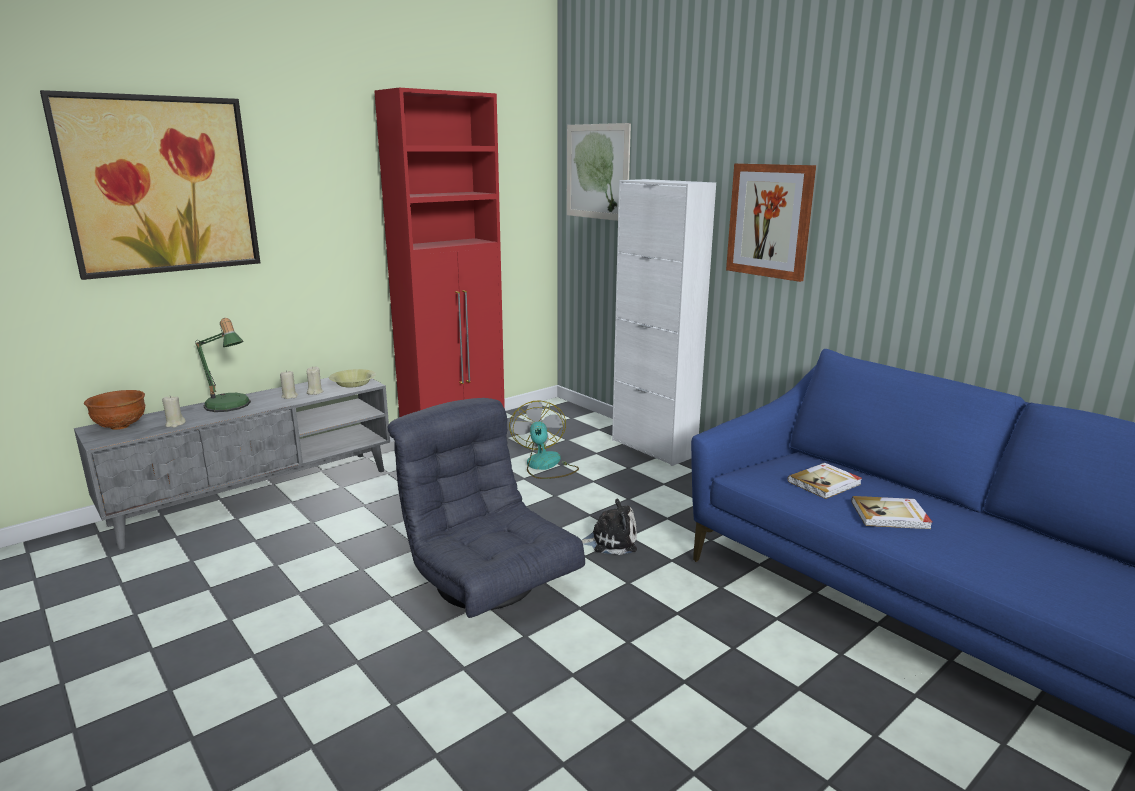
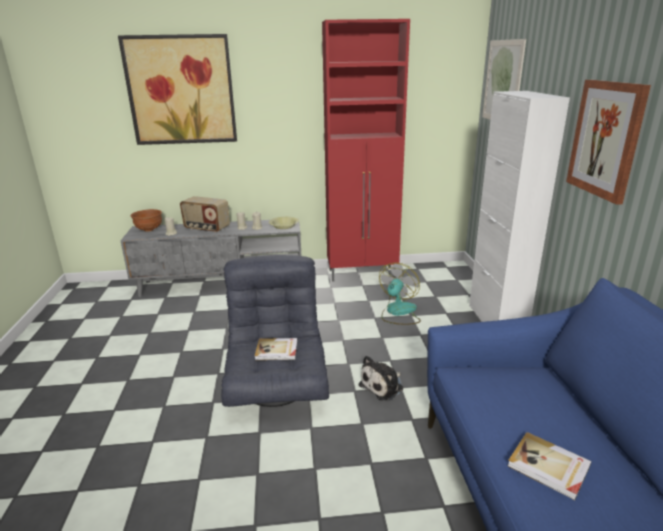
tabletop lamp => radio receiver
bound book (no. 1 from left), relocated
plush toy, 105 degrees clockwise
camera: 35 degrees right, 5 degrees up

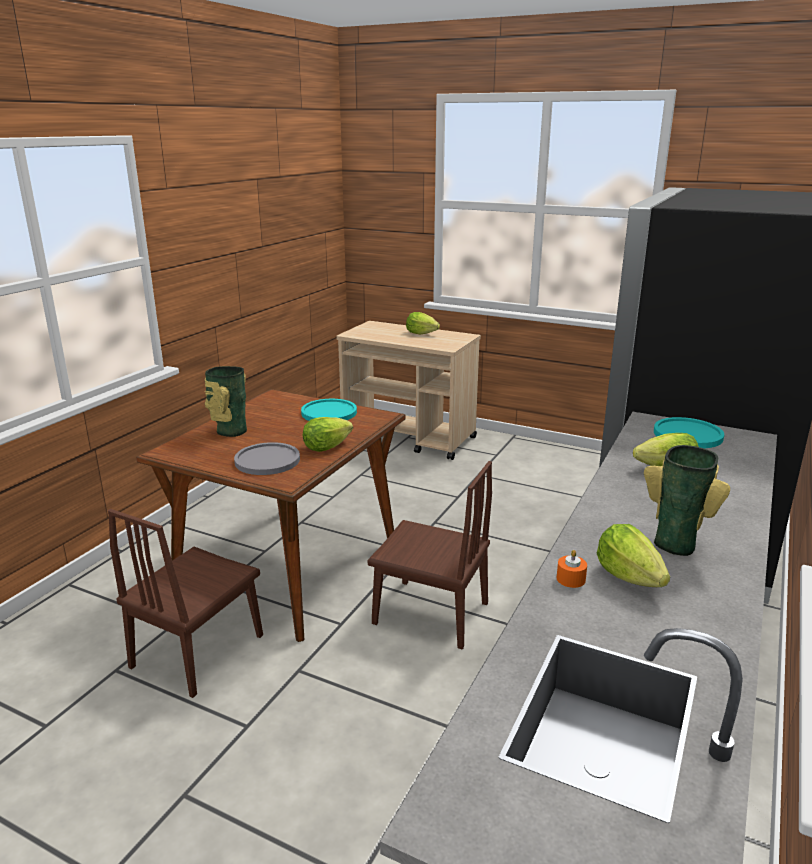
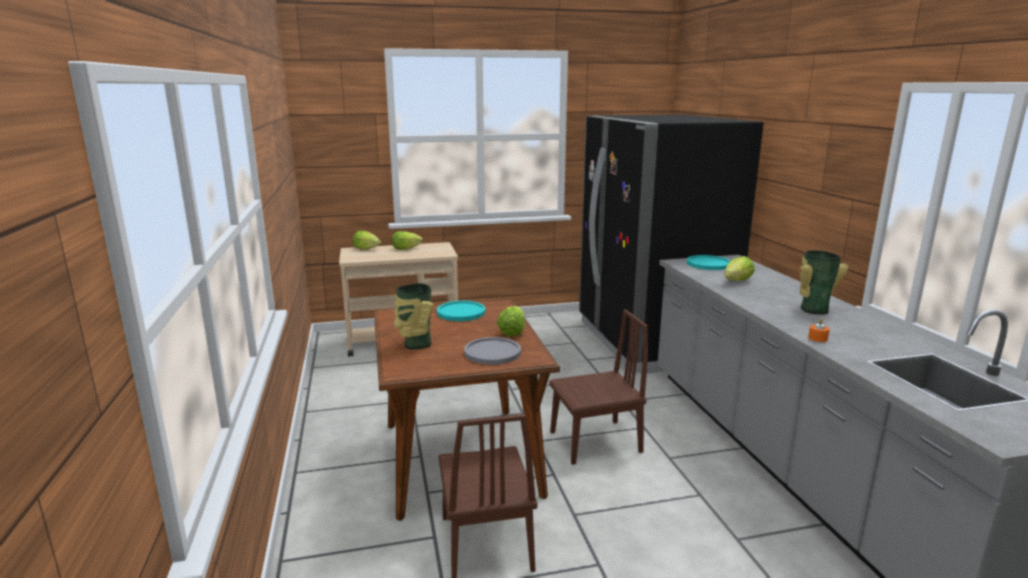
head of lettuce (no. 3 from left in the first image) => head of lettuce (no. 1 from left), relocated
camera: 40 degrees left, 5 degrees down

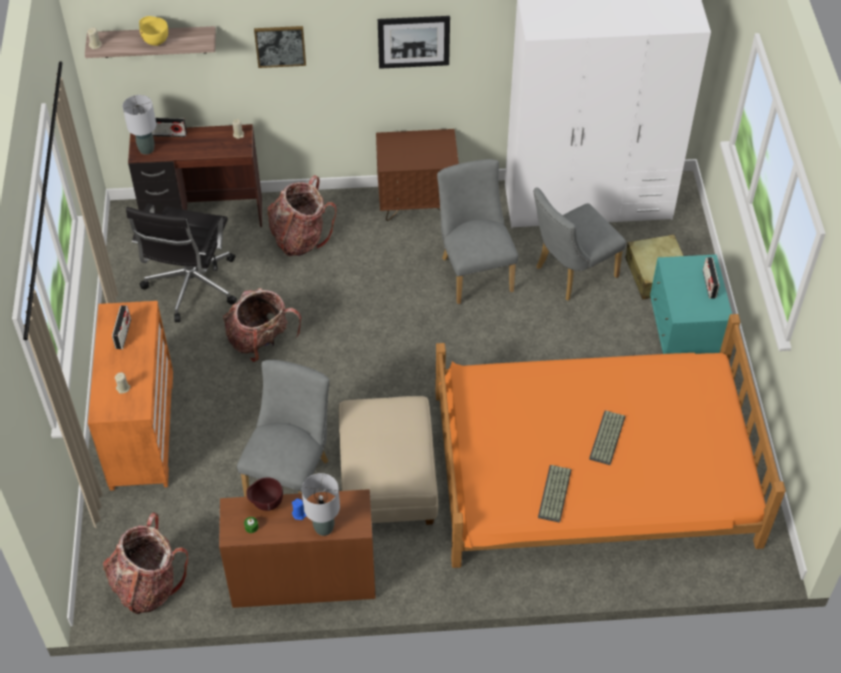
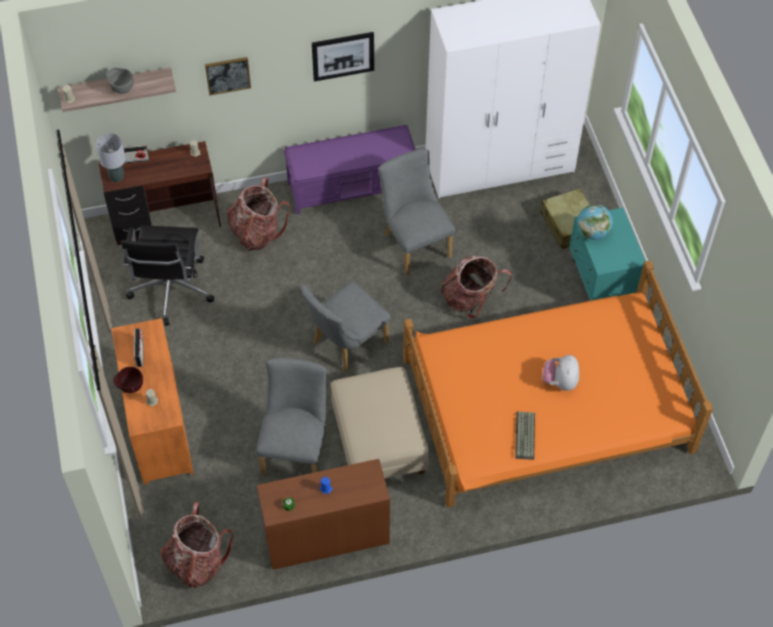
yellowish serving bowl => gray serving bowl
brownish serving bowl, relocated
brownish bedside table => purple bench
gray chair (no. 3 from left in the first image) => gray chair (no. 2 from left), relocated
knapsack (no. 2 from left in the first image) => knapsack (no. 3 from left), relocated
computer keyboard (no. 2 from left) => plush toy
nothing => globe
gray tabletop lamp (no. 2 from left) => nothing
radio receiver (no. 3 from left) => nothing
camera: 10 degrees left, 5 degrees up

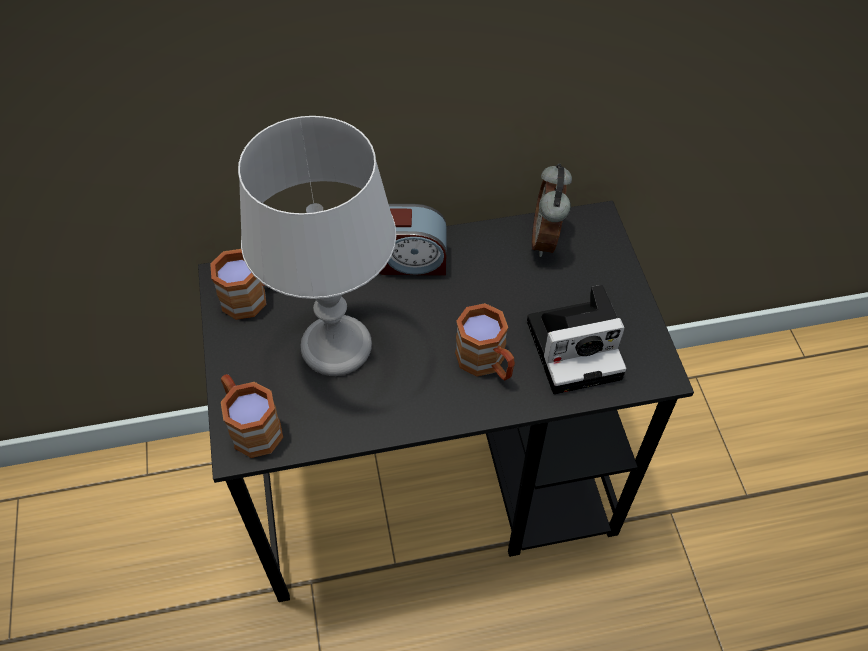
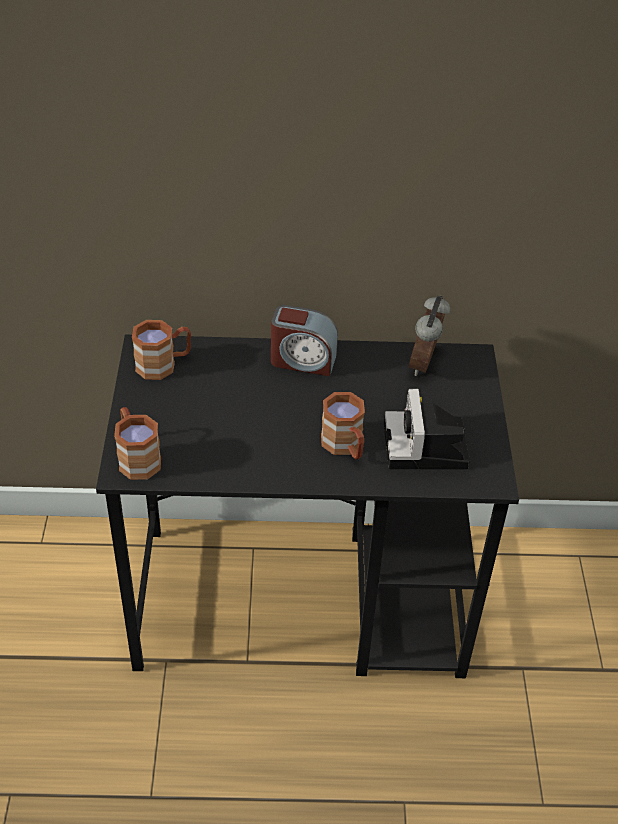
photo camera, 90 degrees clockwise
gray tabletop lamp => nothing
camera: 10 degrees right, 10 degrees down

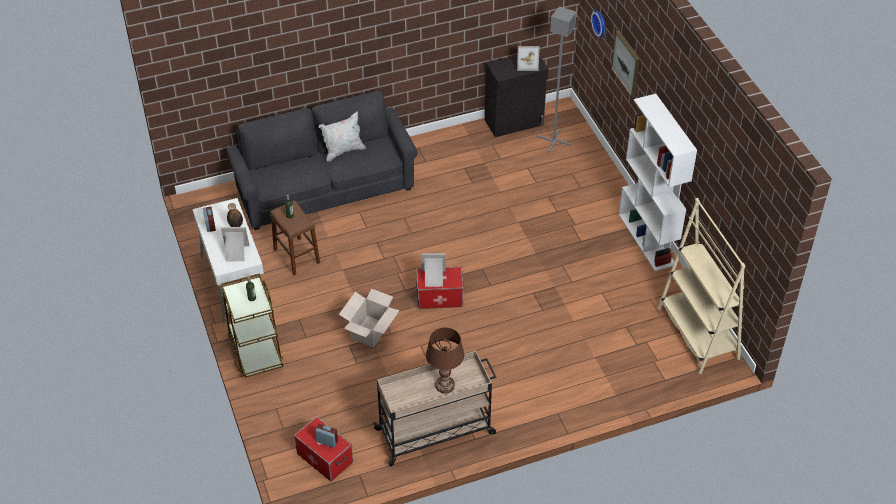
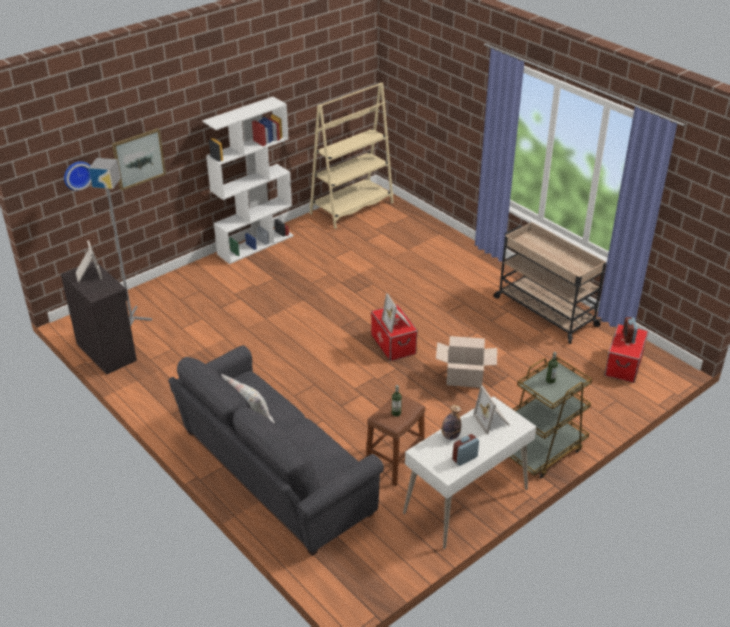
brownish tabletop lamp => nothing
camera: 110 degrees left, 10 degrees down

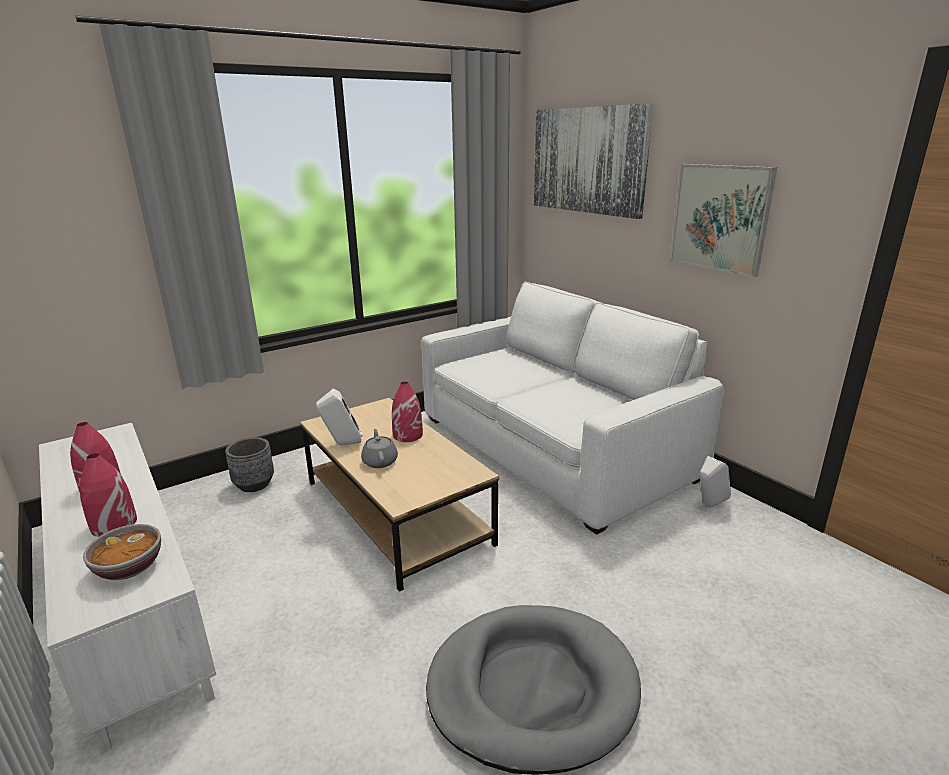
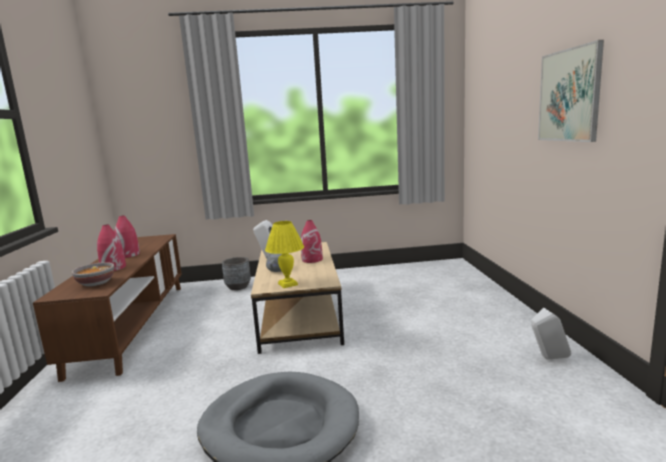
white-coloured tv unit => brownish tv unit
nothing => yellowish tabletop lamp
white-coloured couch => nothing
picture (no. 1 from left) => nothing
camera: 30 degrees right, 10 degrees down

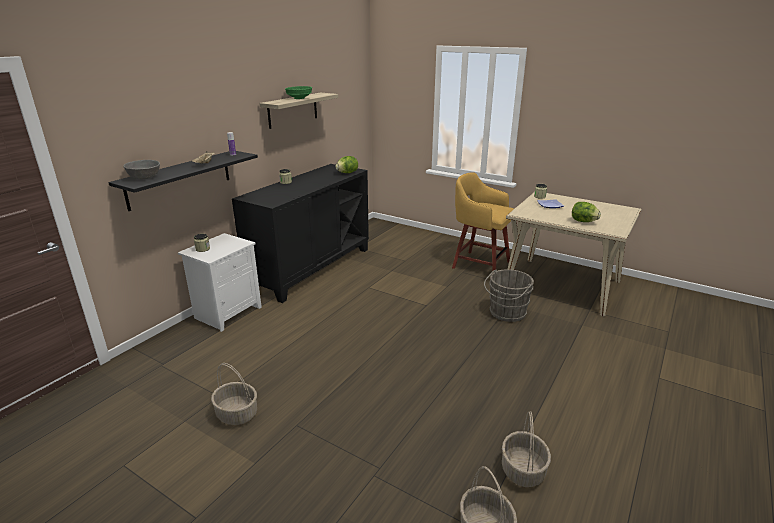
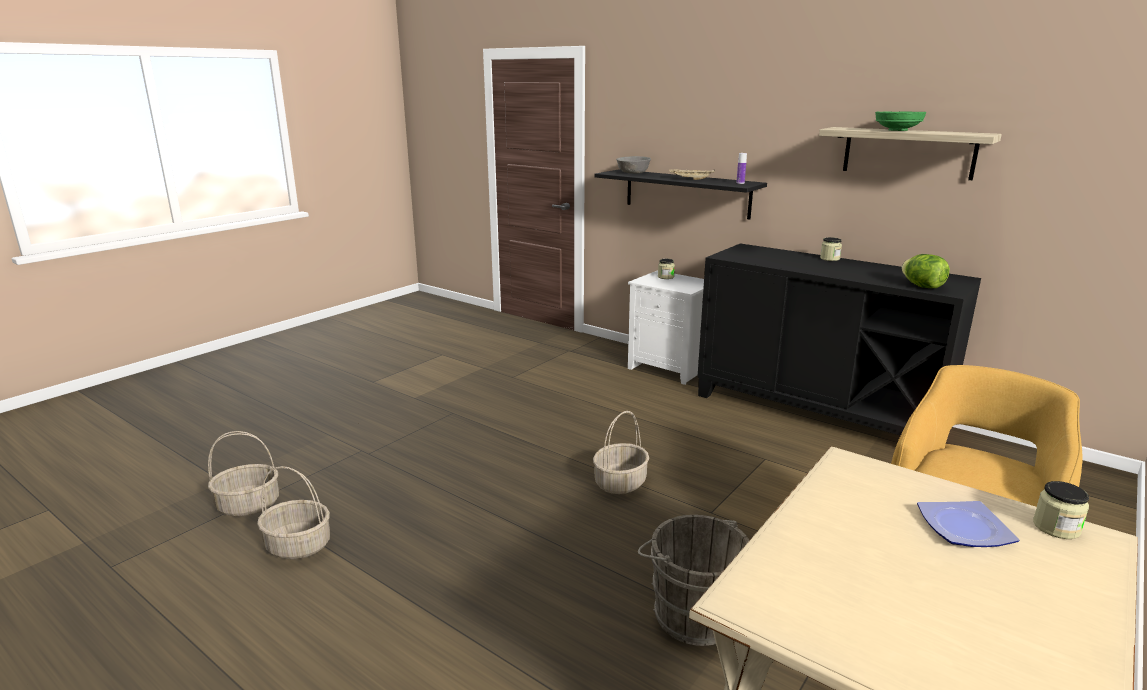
household basket (no. 1 from left in the first image) => household basket (no. 3 from left), relocated
head of lettuce (no. 2 from left) => nothing
camera: 95 degrees right, 5 degrees down

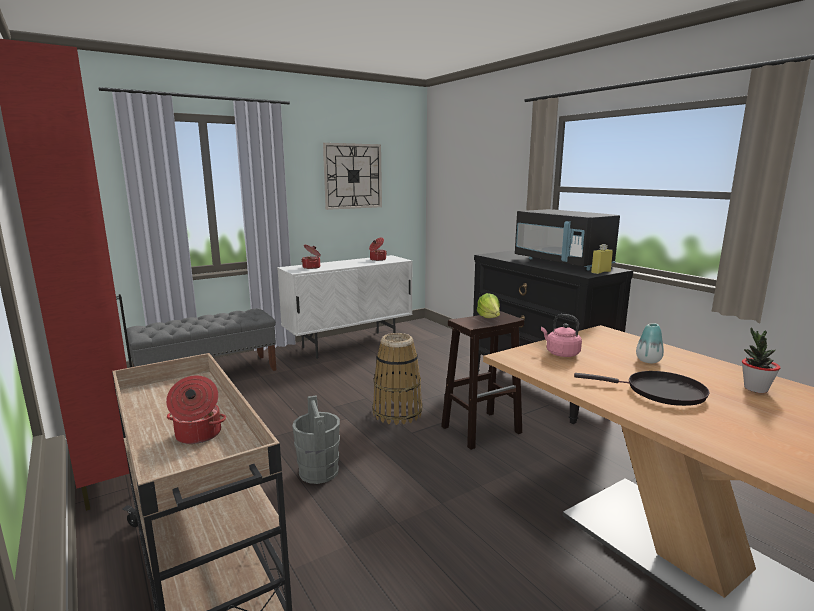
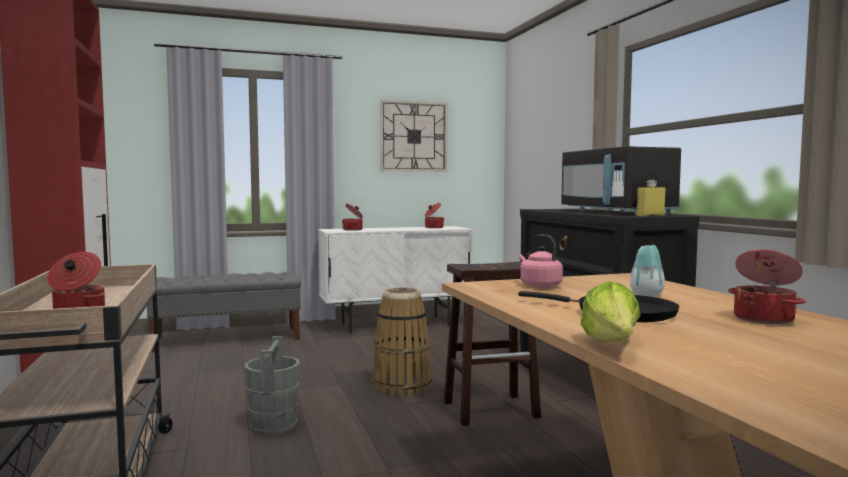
head of lettuce, relocated
potted plant => stockpot (no. 4 from left)
camera: 15 degrees right, 10 degrees down

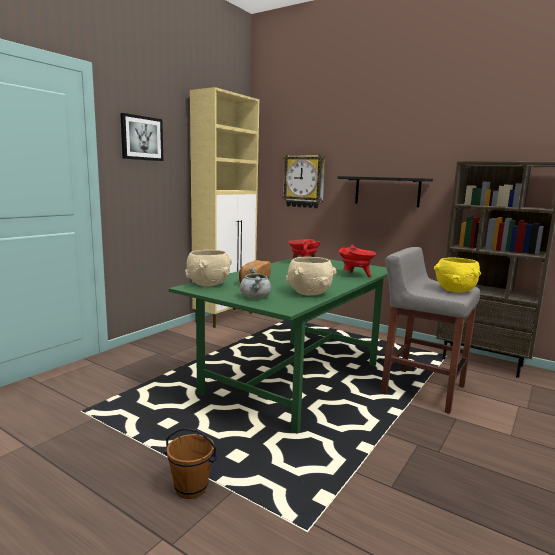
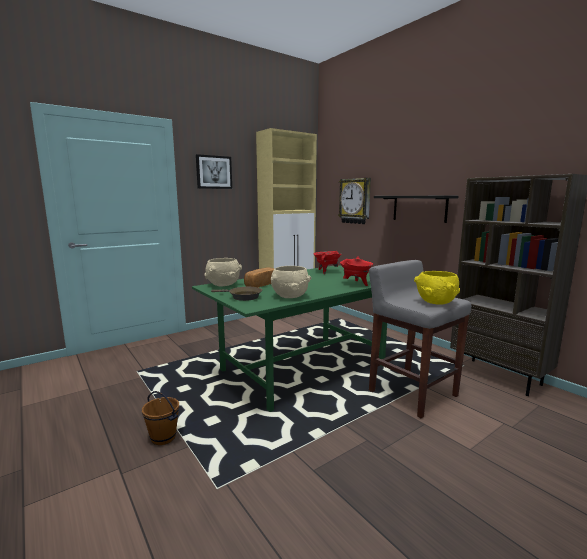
gray stockpot => brownish pan
camera: 20 degrees right, 0 degrees up

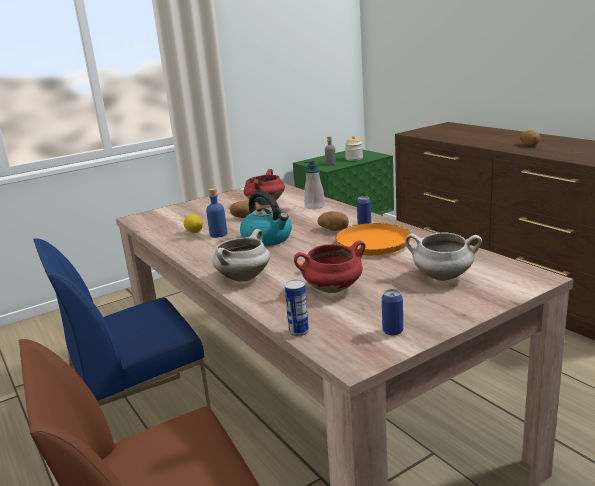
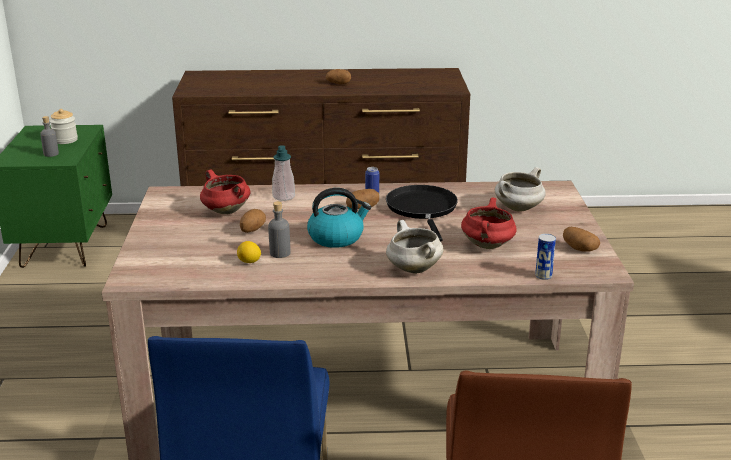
bluish beverage bottle => gray beverage bottle (no. 2 from left)
orangey pan => black pan
can (no. 3 from left) => potato (no. 4 from left)
camera: 60 degrees left, 5 degrees up

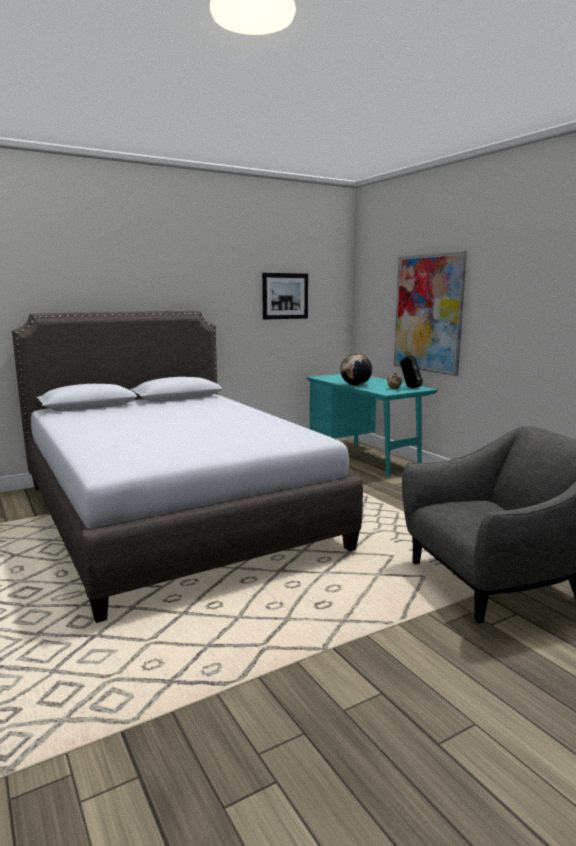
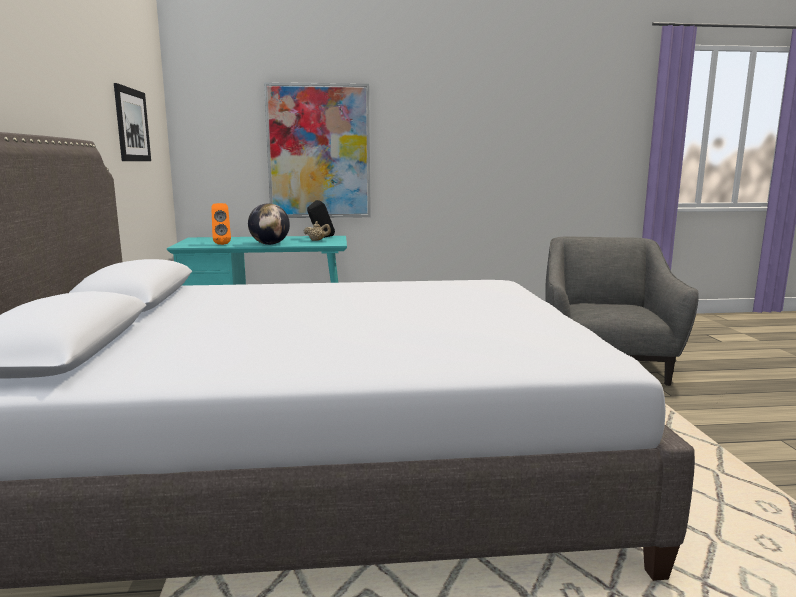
nothing => orangey loudspeaker
camera: 65 degrees left, 0 degrees up

